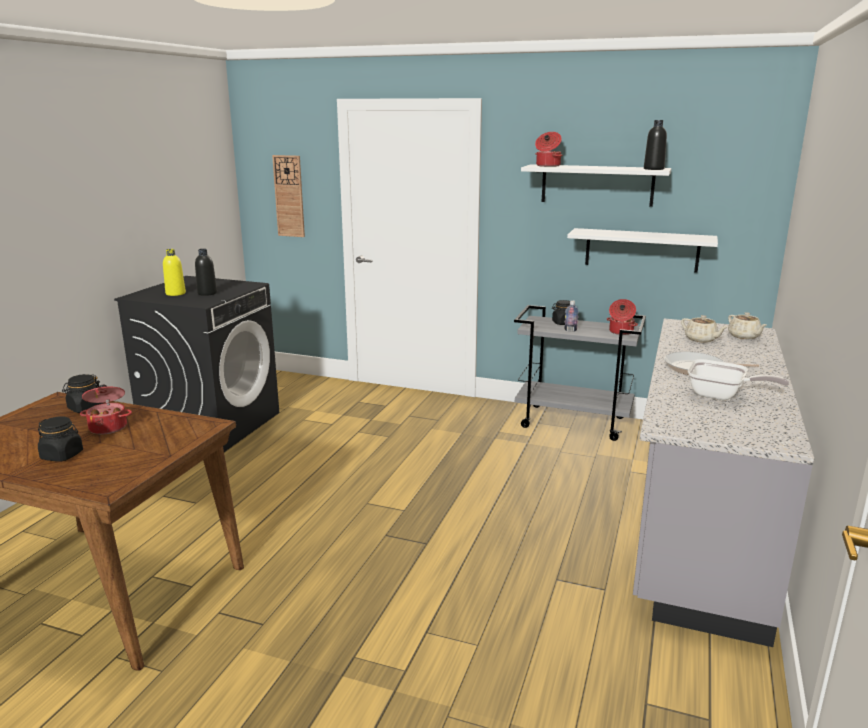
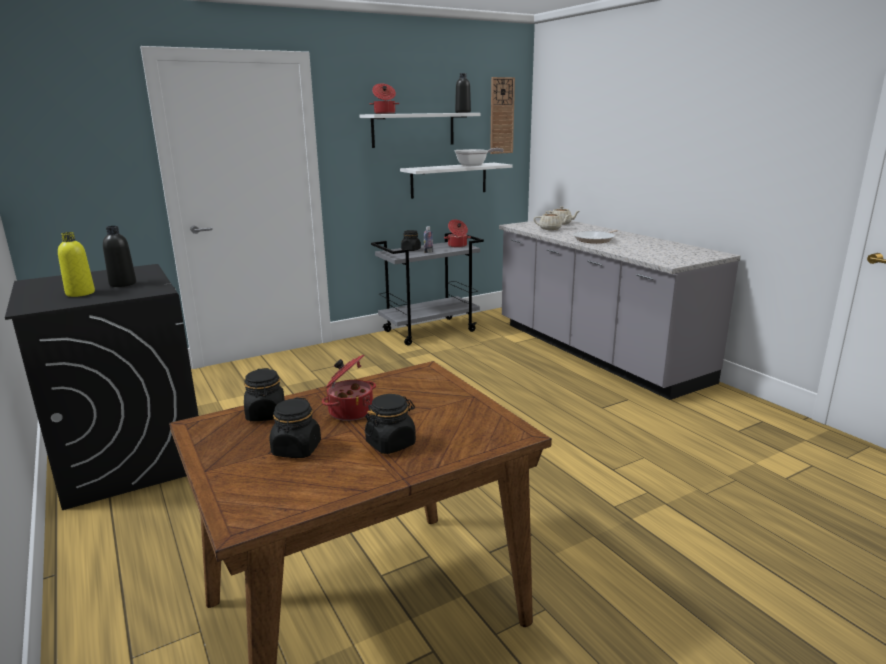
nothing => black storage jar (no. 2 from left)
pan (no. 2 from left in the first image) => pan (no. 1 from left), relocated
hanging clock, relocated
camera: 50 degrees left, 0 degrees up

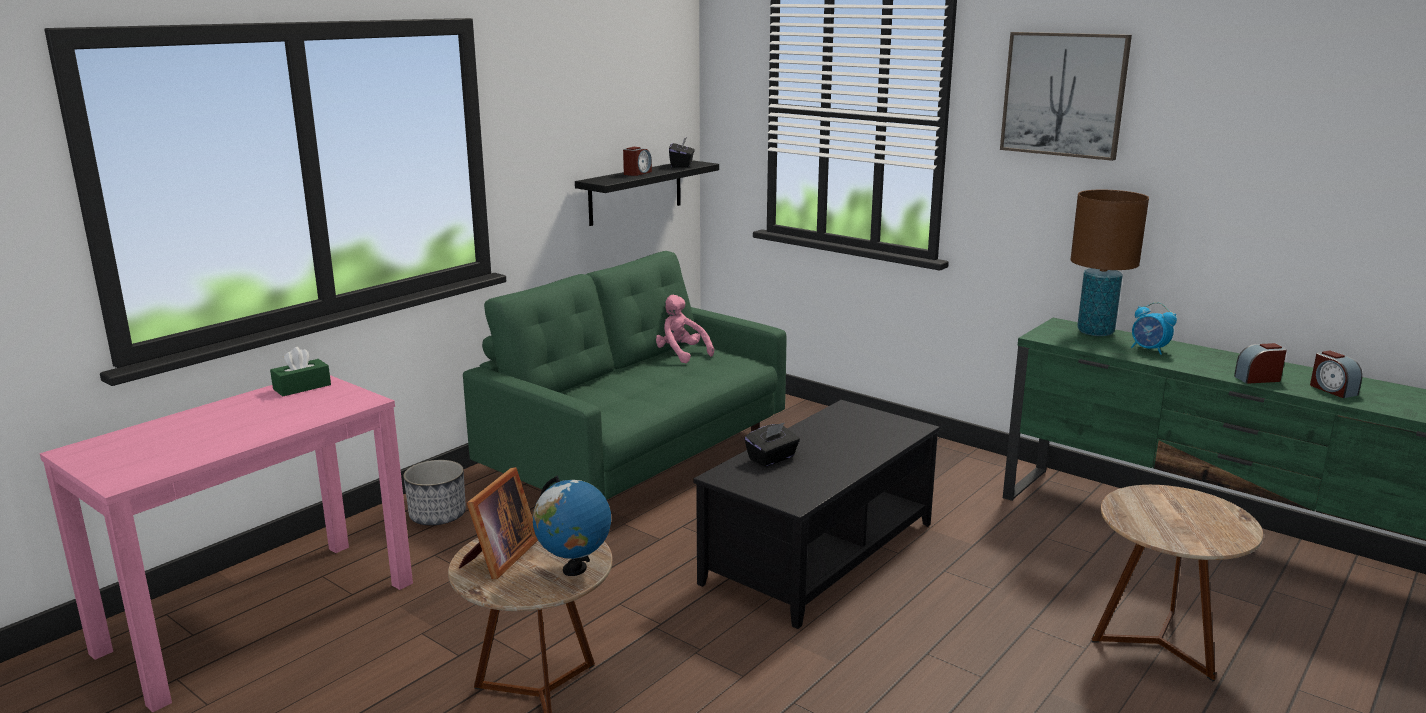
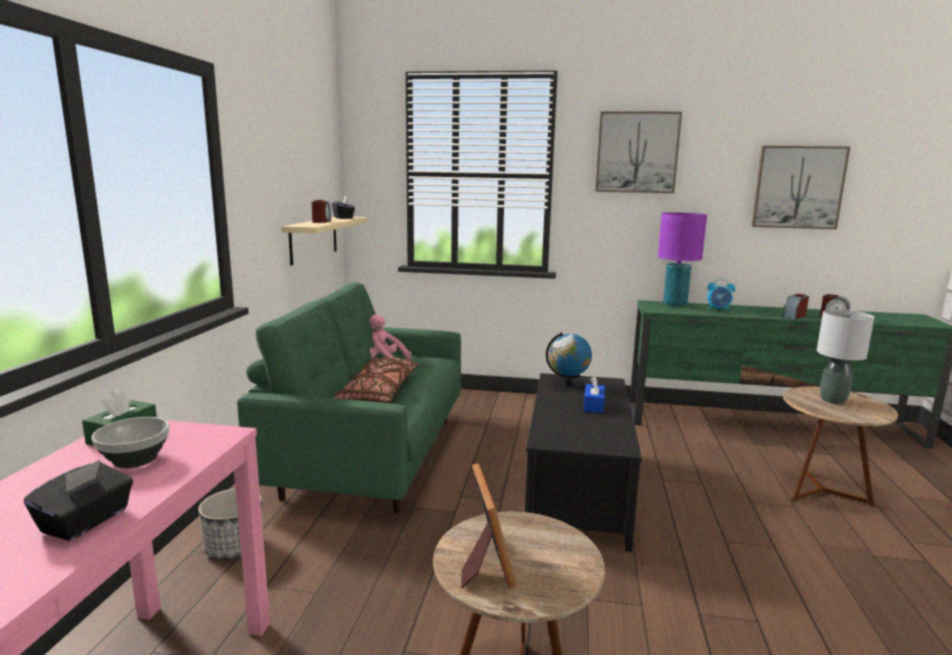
black box of tissues (no. 2 from left in the first image) => black box of tissues (no. 1 from left), relocated
nothing => serving bowl
black shelf => beige shelf
nothing => brownish cushion
globe, relocated
nothing => bluish box of tissues
brownish tabletop lamp => purple tabletop lamp
nothing => picture (no. 2 from left)
nothing => gray tabletop lamp
camera: 30 degrees left, 5 degrees down

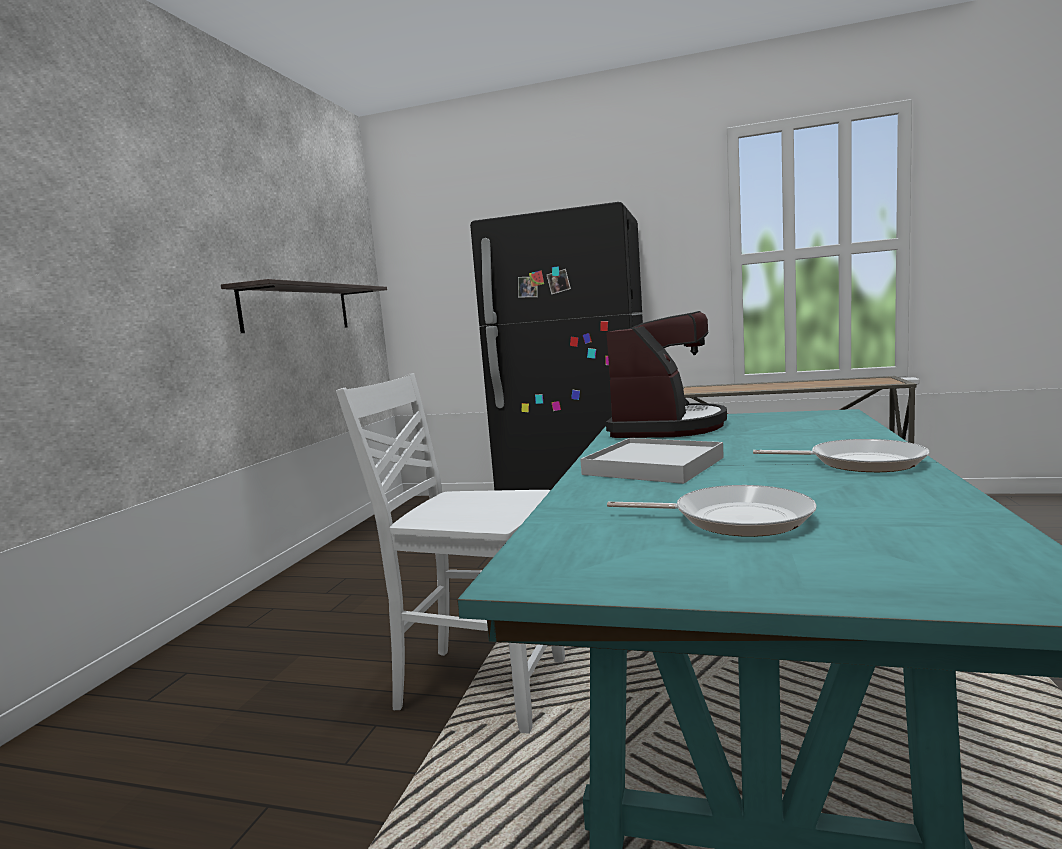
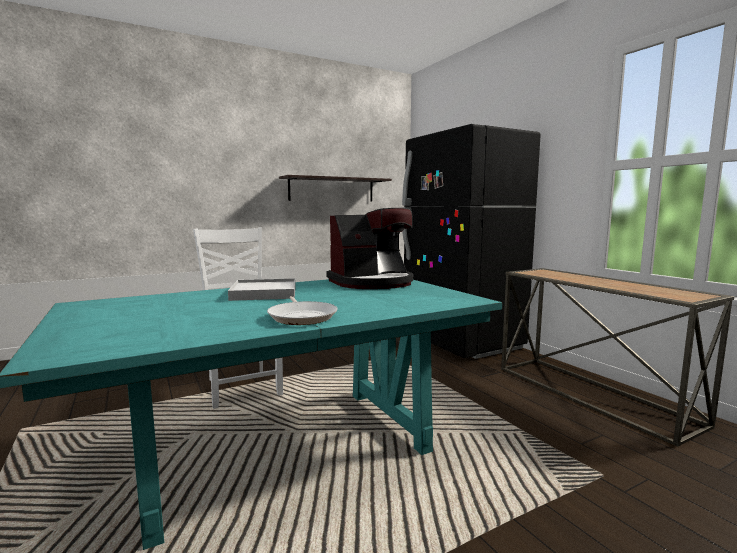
pan (no. 1 from left) => nothing
camera: 45 degrees right, 0 degrees up

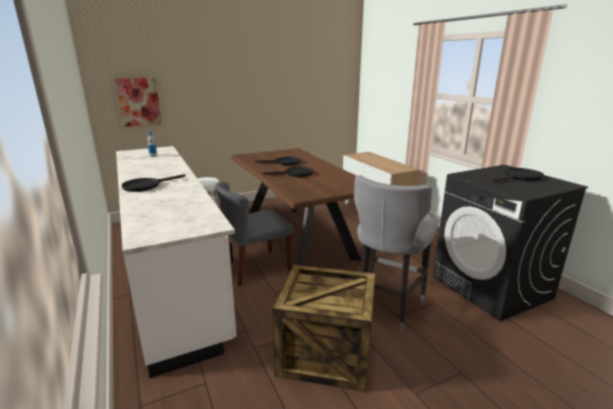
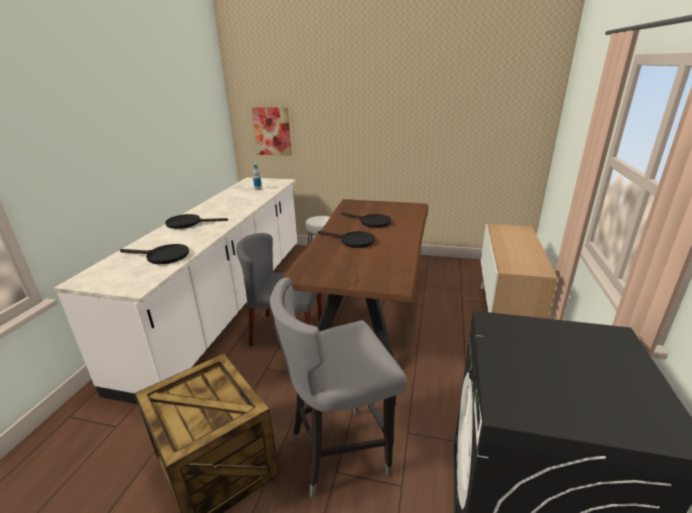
black pan (no. 4 from left in the first image) => black pan (no. 1 from left), relocated
camera: 40 degrees right, 5 degrees up

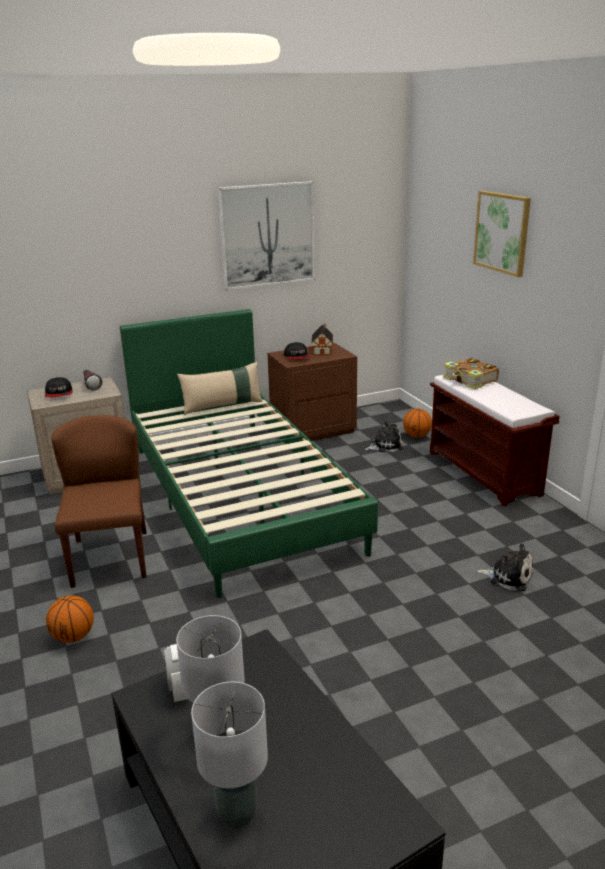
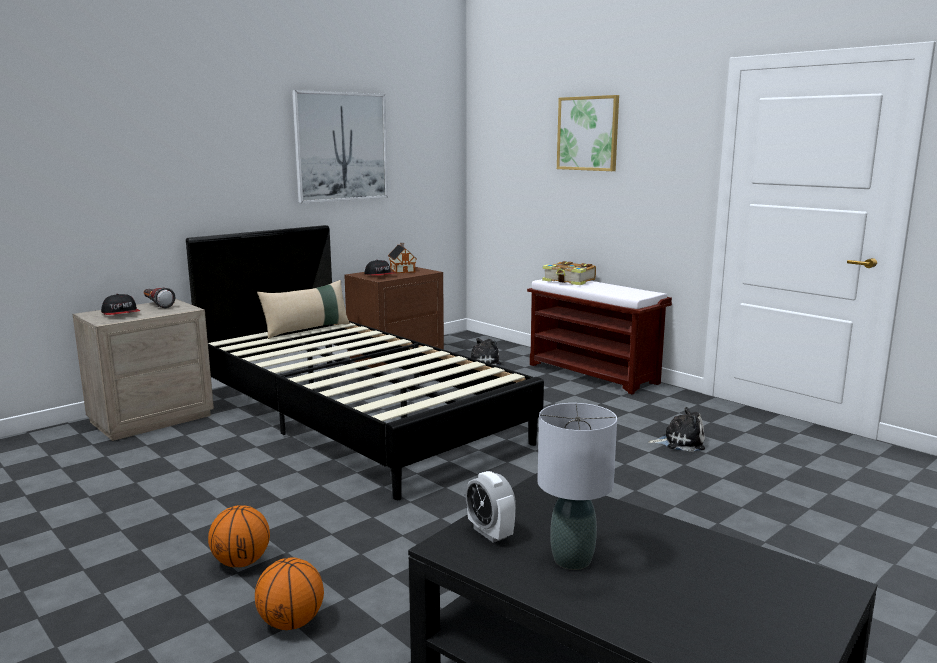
green-coloured bed => black bed
ball for basketball (no. 2 from left), relocated
brownish chair => nothing
gray tabletop lamp (no. 2 from left) => nothing
camera: 20 degrees left, 10 degrees down

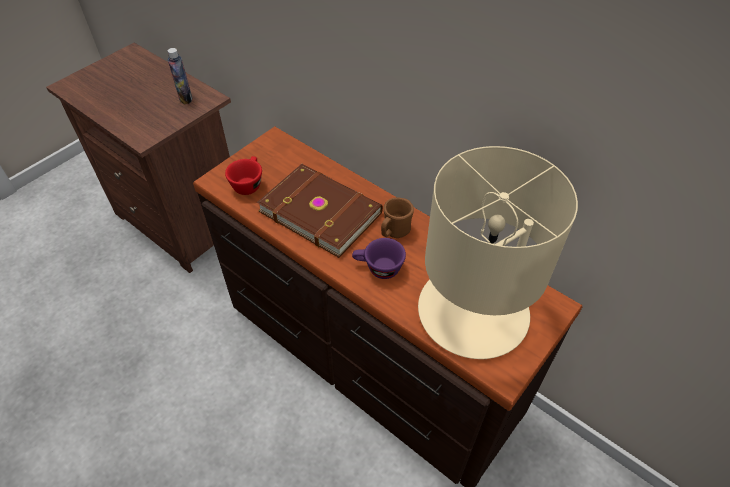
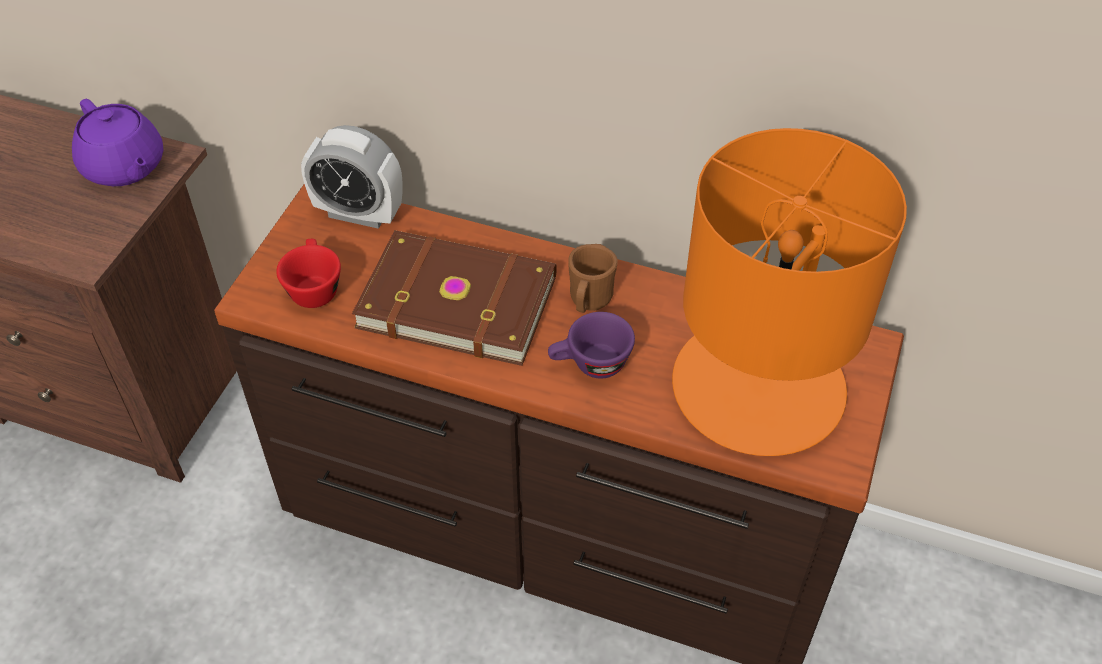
beverage bottle => purple teapot
nothing => bedside clock
beige tabletop lamp => orangey tabletop lamp
camera: 20 degrees left, 0 degrees up

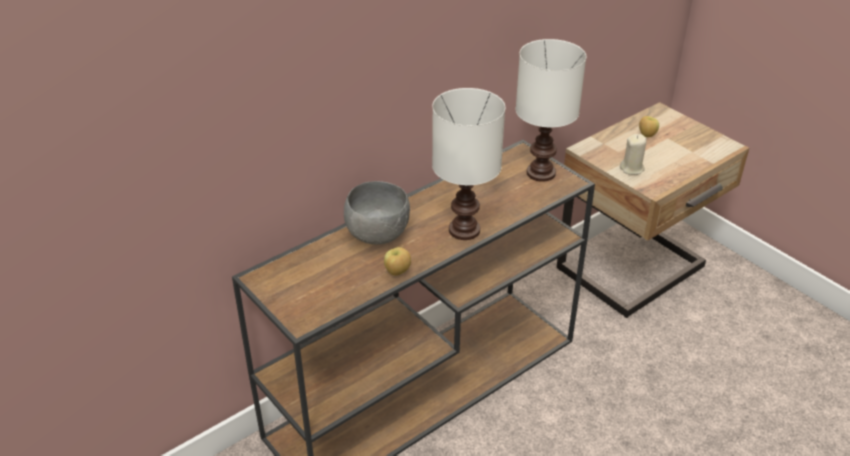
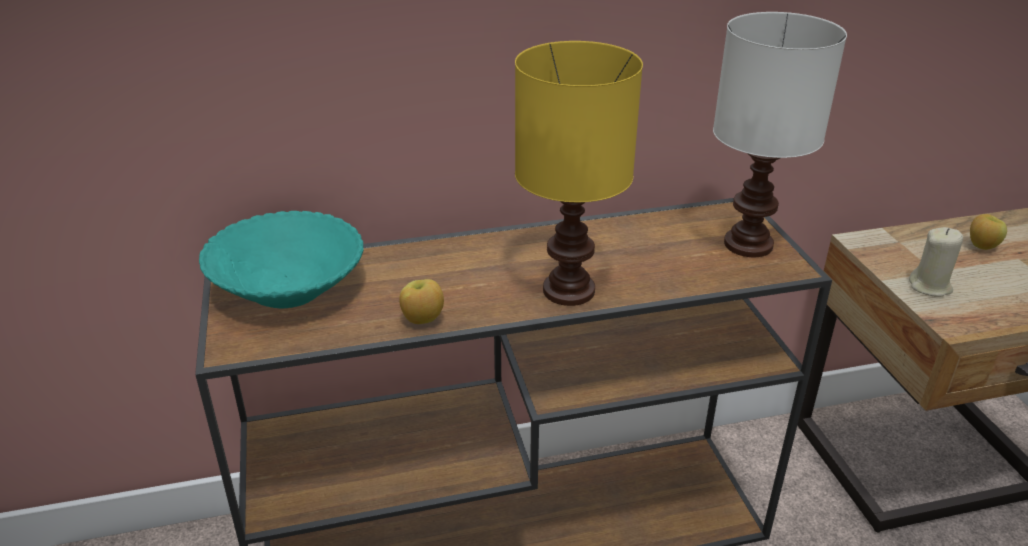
nothing => turquoise serving bowl
white-coloured tabletop lamp (no. 1 from left) => yellowish tabletop lamp
gray serving bowl => nothing
camera: 25 degrees right, 5 degrees down

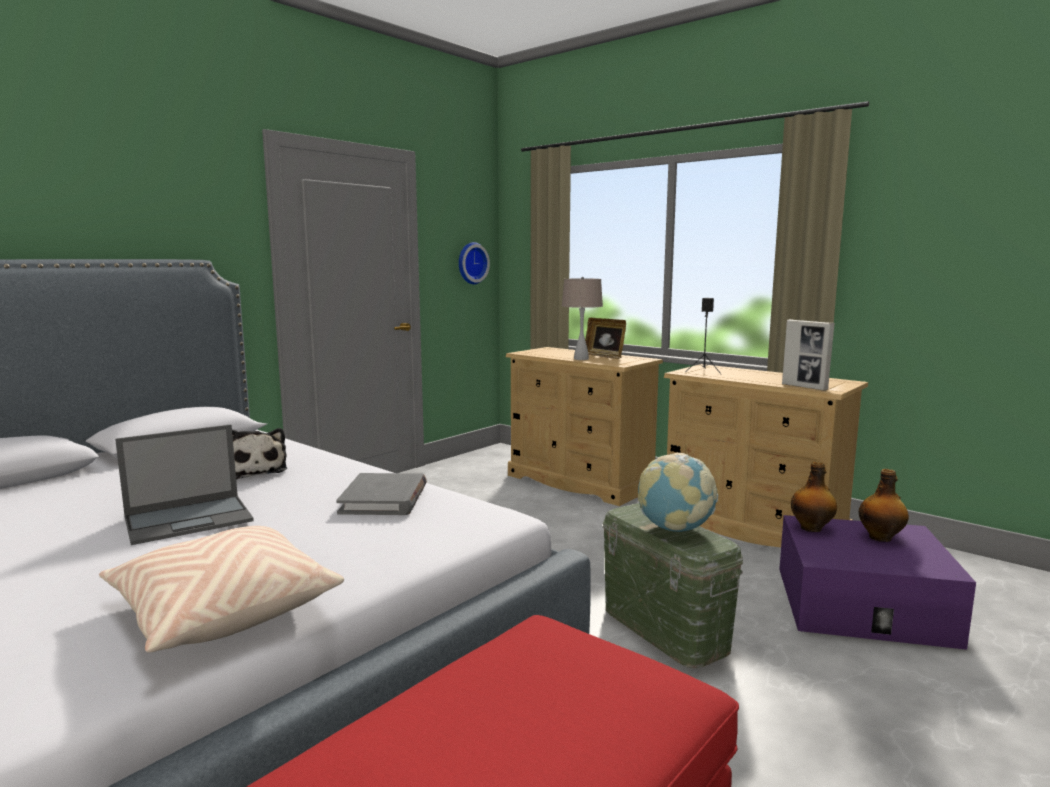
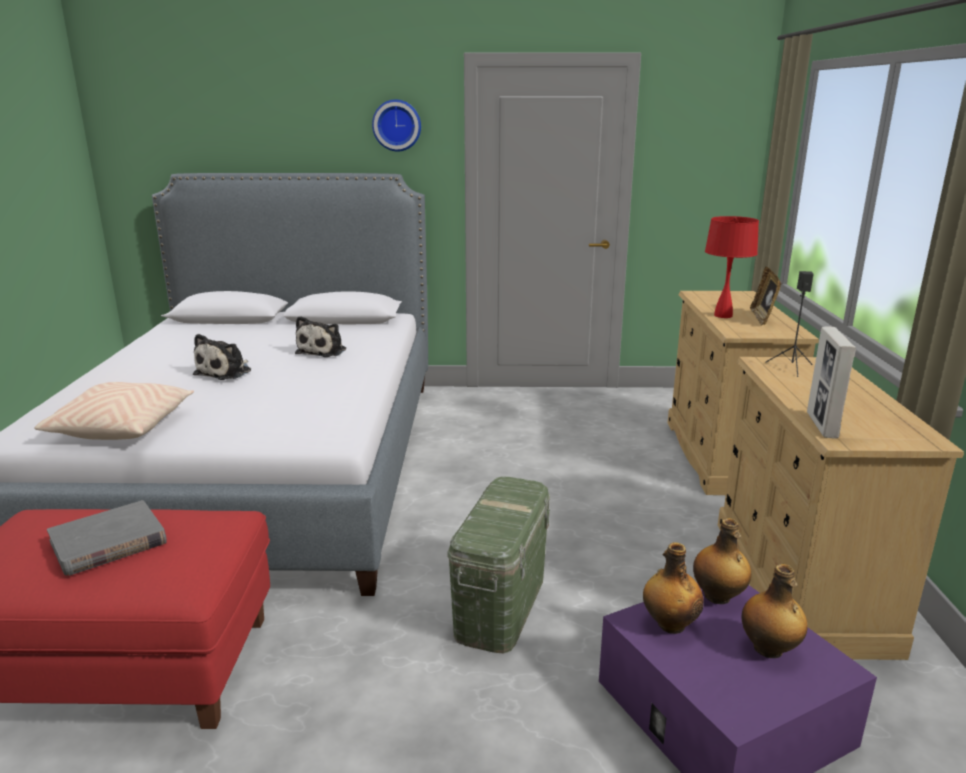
gray bound book, relocated
notebook computer => plush toy (no. 1 from left)
hanging clock, relocated
nothing => beverage bottle (no. 1 from left)
beige tabletop lamp => red-coloured tabletop lamp
globe => nothing
camera: 50 degrees right, 10 degrees up

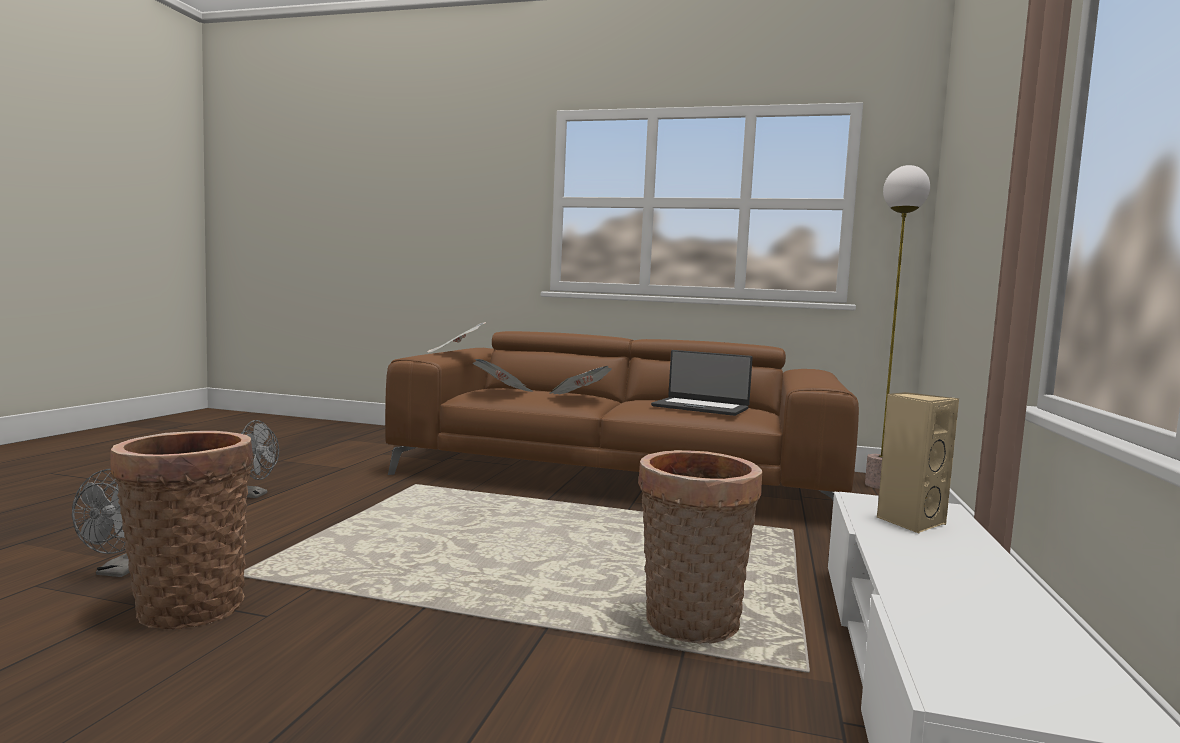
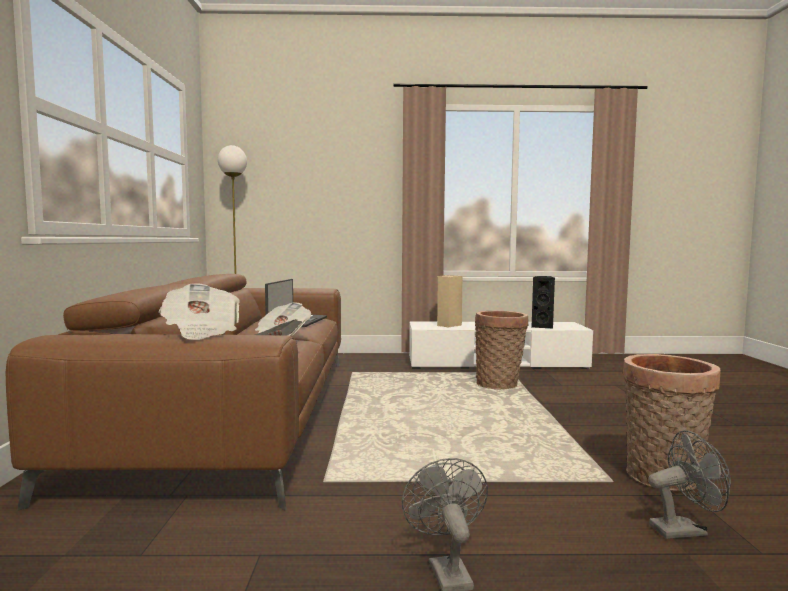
nothing => black loudspeaker
camera: 105 degrees left, 0 degrees up

